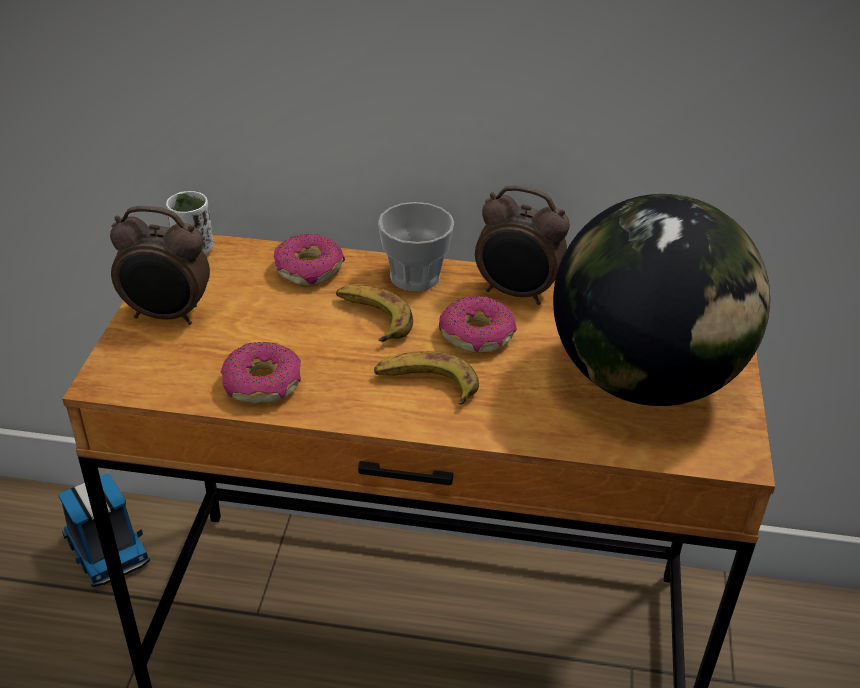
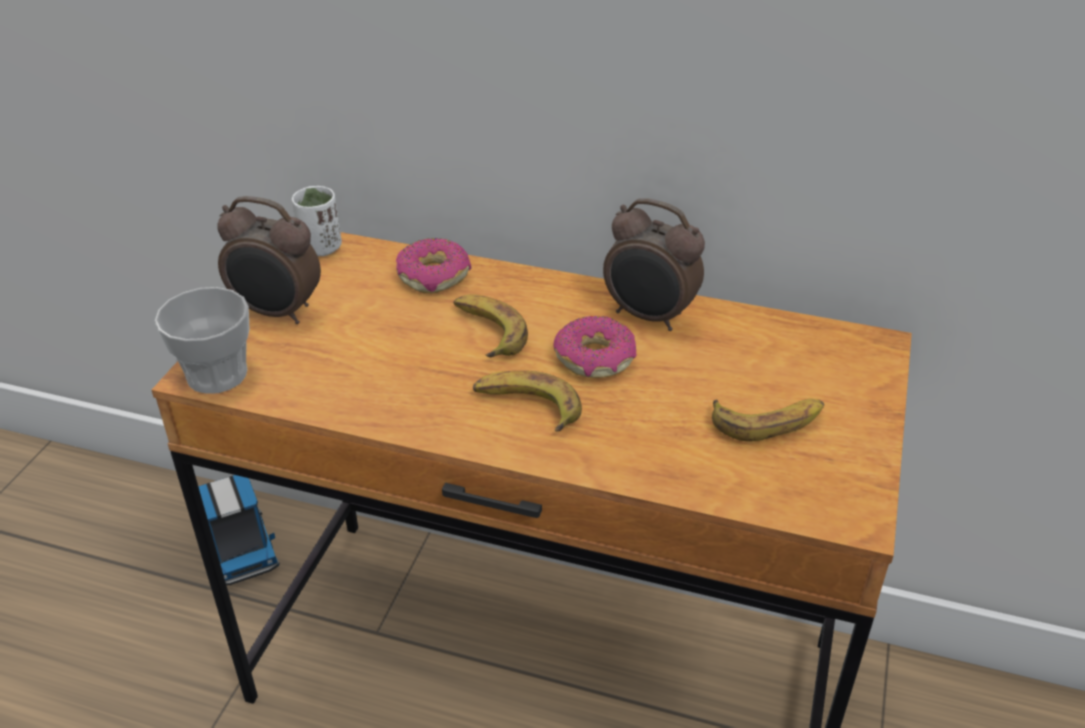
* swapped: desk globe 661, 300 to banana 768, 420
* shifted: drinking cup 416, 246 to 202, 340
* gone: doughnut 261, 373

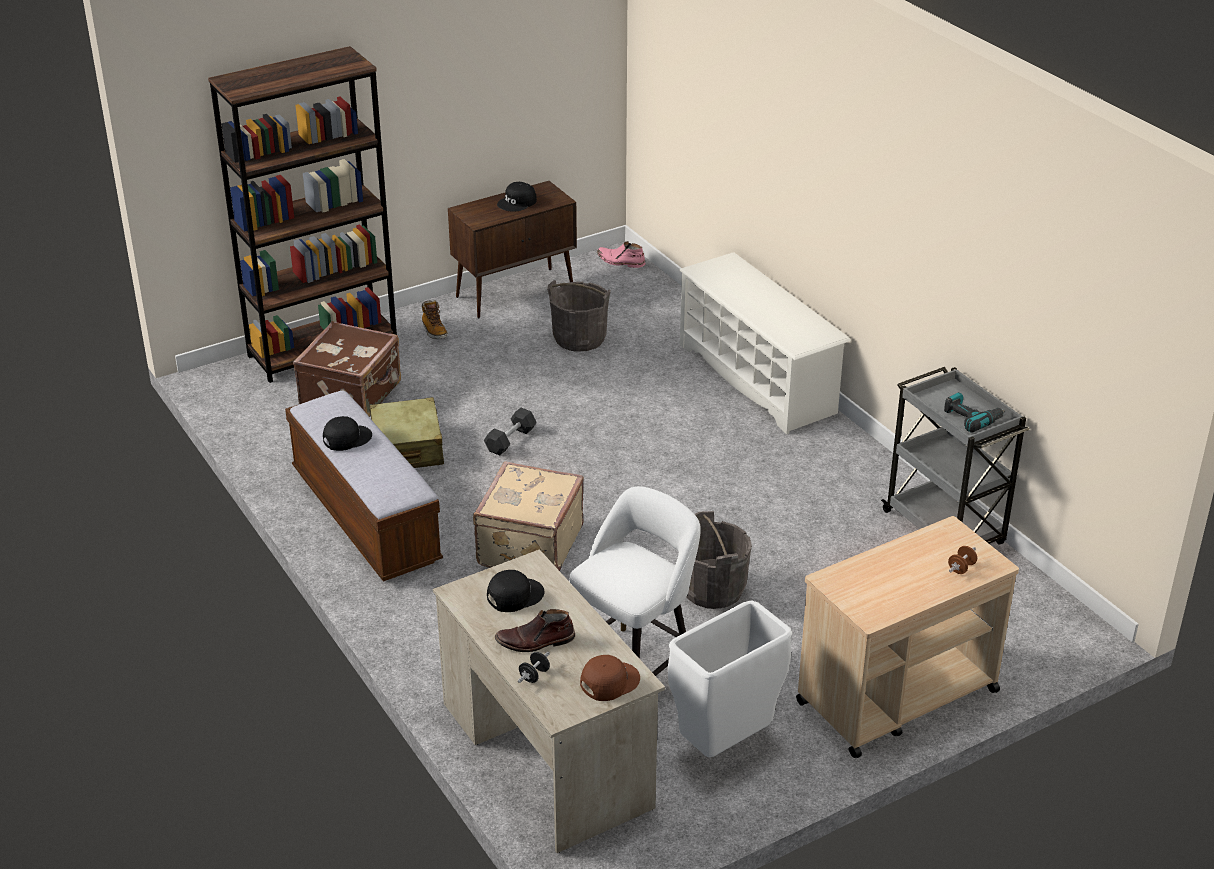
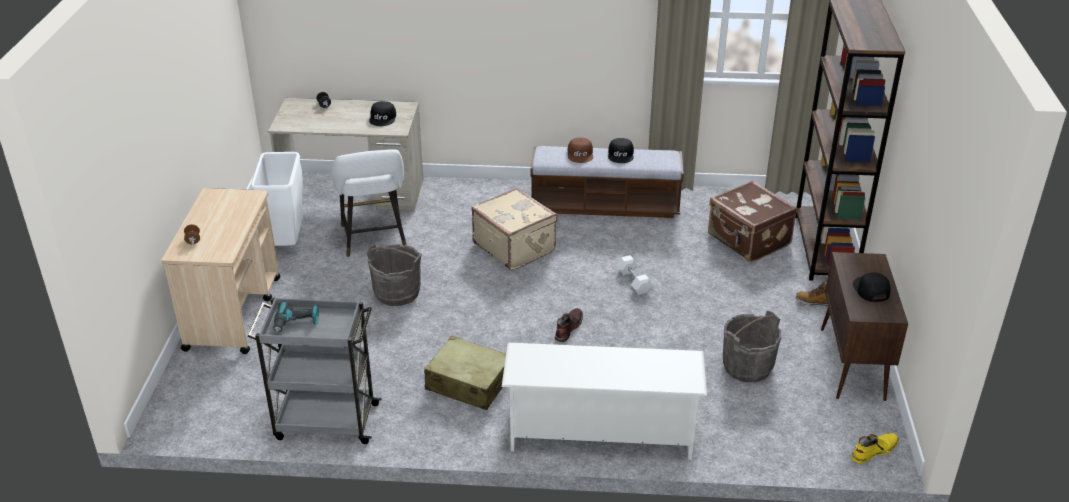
* repainted: high-top boot (pink) 621, 254 to high-top boot (yellowish) 875, 448
* shifted: travel case (beige-coloured) 407, 432 to 465, 373
* repainted: hand weight (black-coloured) 510, 432 to hand weight (white-coloured) 634, 275
* shifted: high-top boot (brown-coloured) 535, 630 to 569, 325
* shifted: baseball cap (brown-coloured) 610, 678 to 580, 150

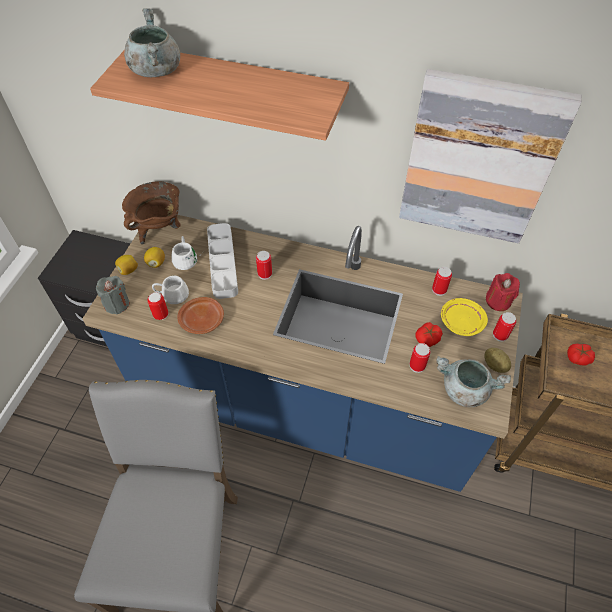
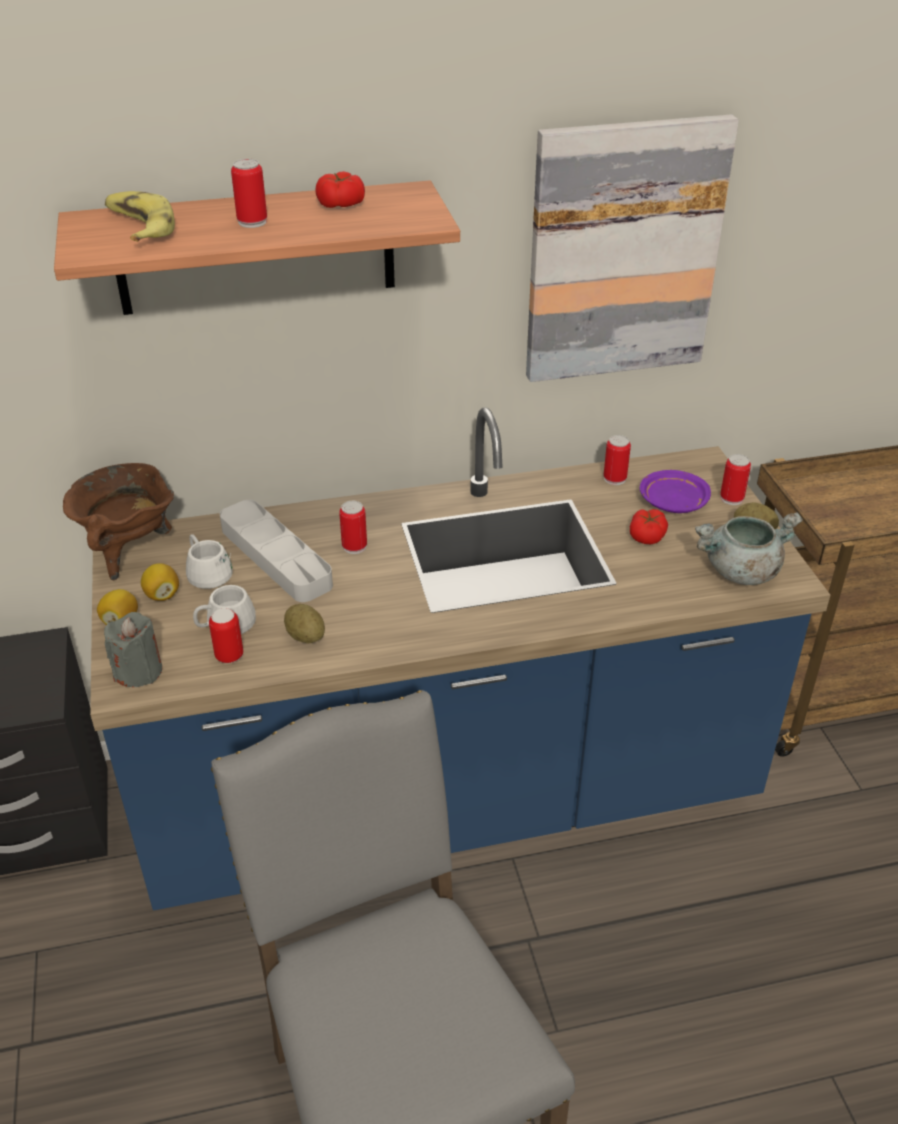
* swapped: saucepot (gray) 152, 43 to banana 140, 216
* gone: candle (red-coloured) 503, 292
* swapped: flat dish (brown-coloured) 200, 315 to spud 304, 623
* repainted: flat dish (yellowish) 464, 317 to flat dish (purple-coloured) 675, 491
* shifted: metal can 419, 358 to 249, 193
* shifted: fresh tomato 581, 354 to 340, 189

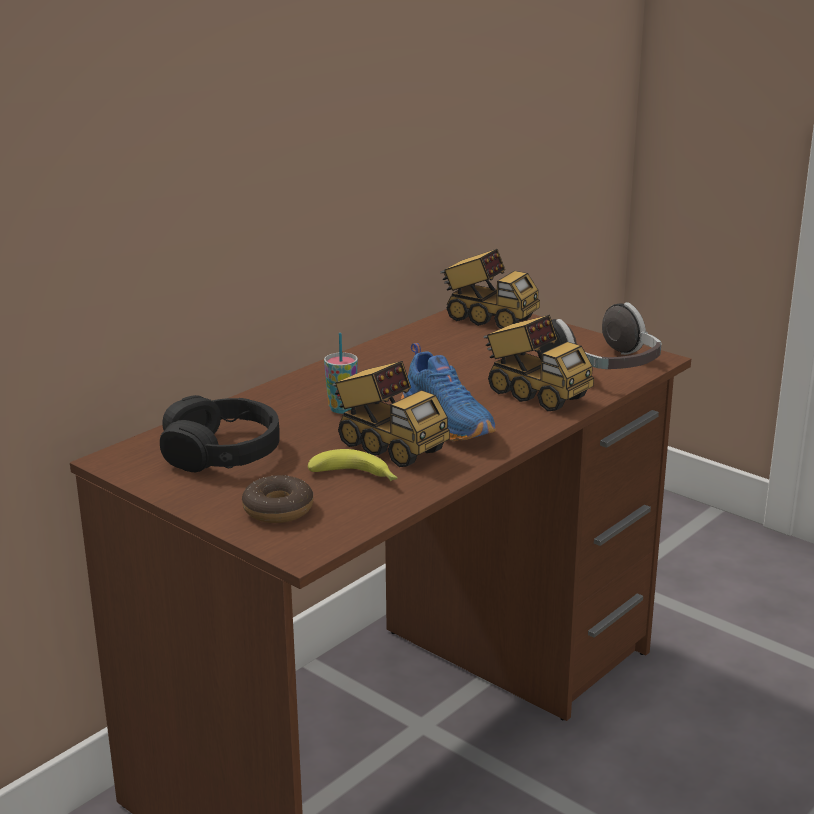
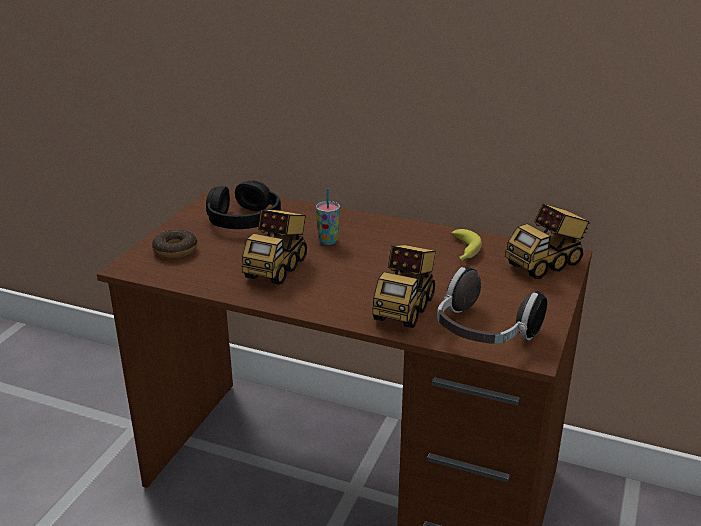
* rotated: toy lorry 490, 289 = 547, 241 45 degrees clockwise
* gone: item of footwear (bluish) 448, 392
* shifted: banana 353, 465 to 466, 244

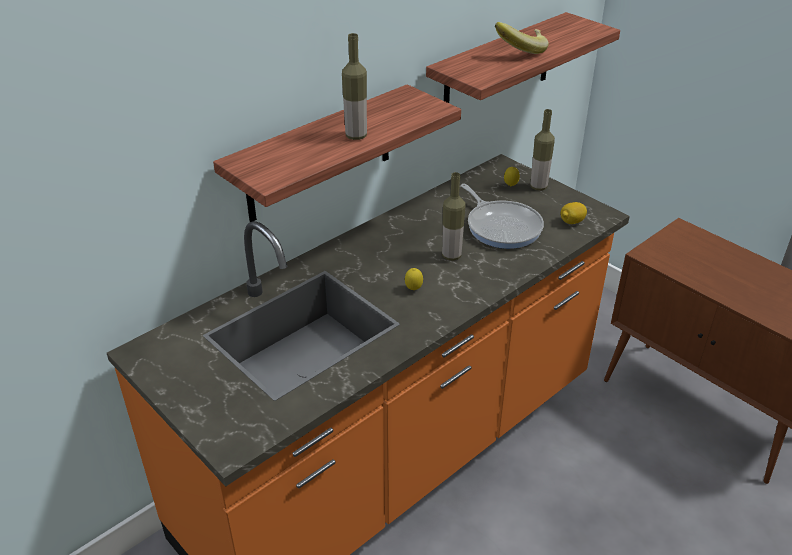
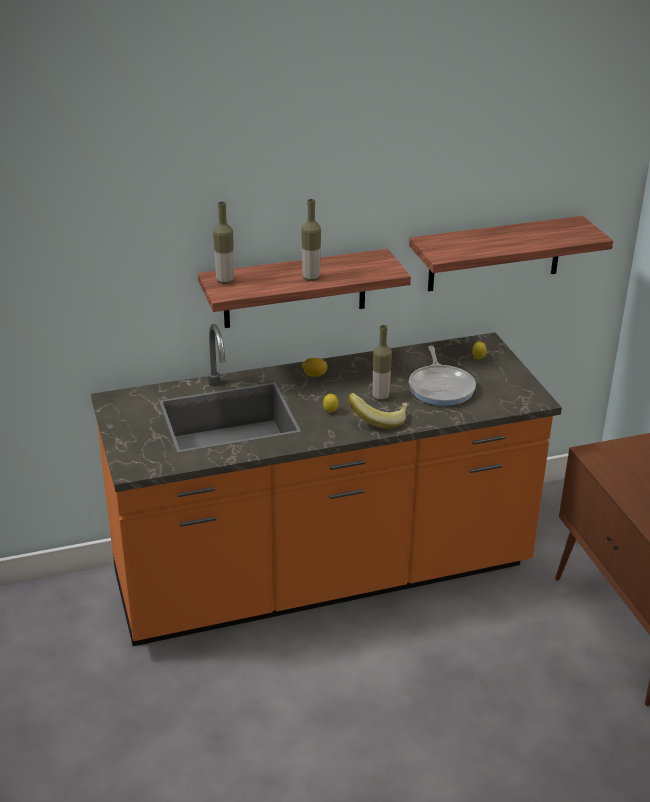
* shifted: banana 522, 38 to 378, 411
* shifted: beverage bottle 542, 150 to 223, 242
* shifted: lemon 574, 213 to 315, 367

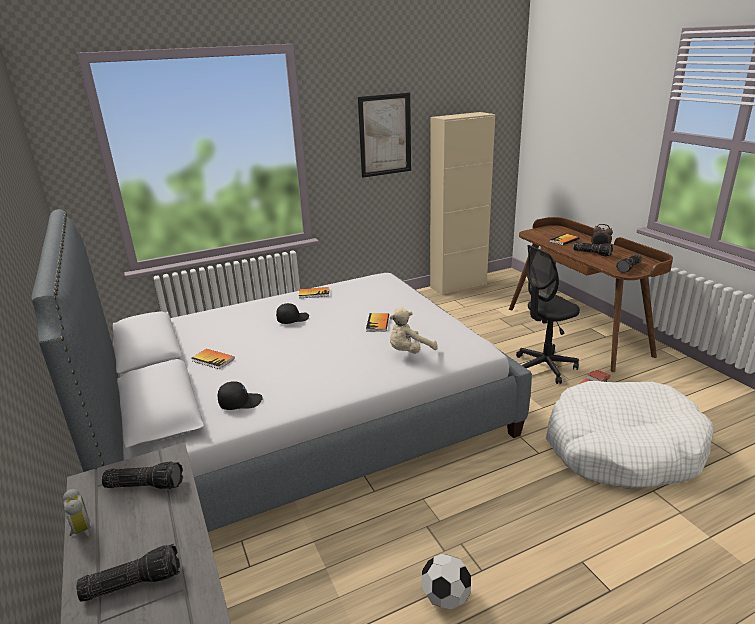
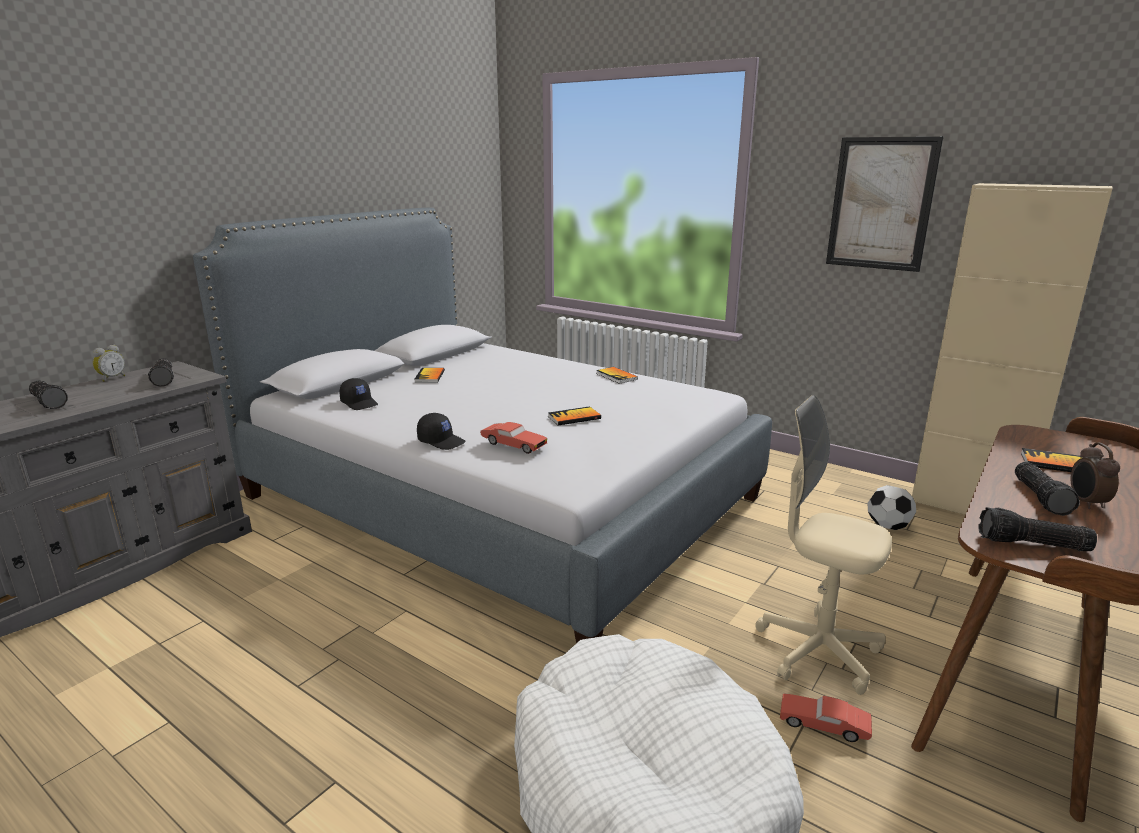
* repainted: office chair (black-coloured) 548, 314 to office chair (beige-coloured) 823, 545
* shifted: baseball cap (black-coloured) 292, 313 to 441, 431
* swapped: plush toy (beige-coloured) 414, 330 to model car (red-coloured) 513, 438
* shifted: football ball 446, 582 to 891, 507

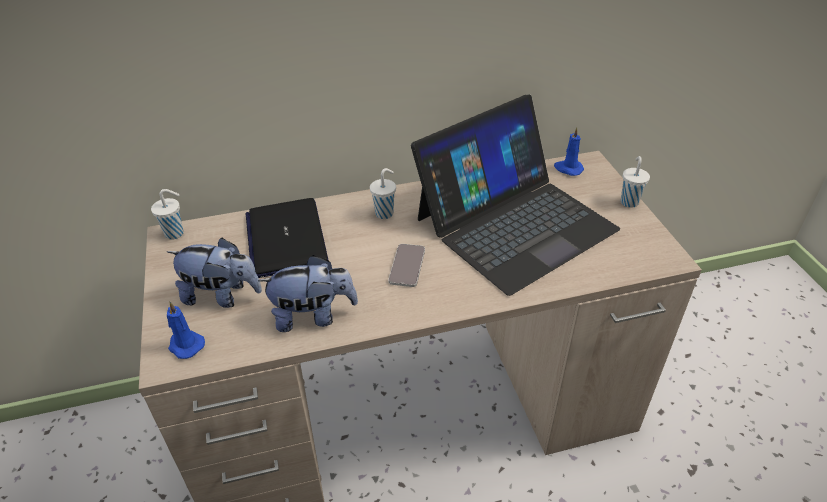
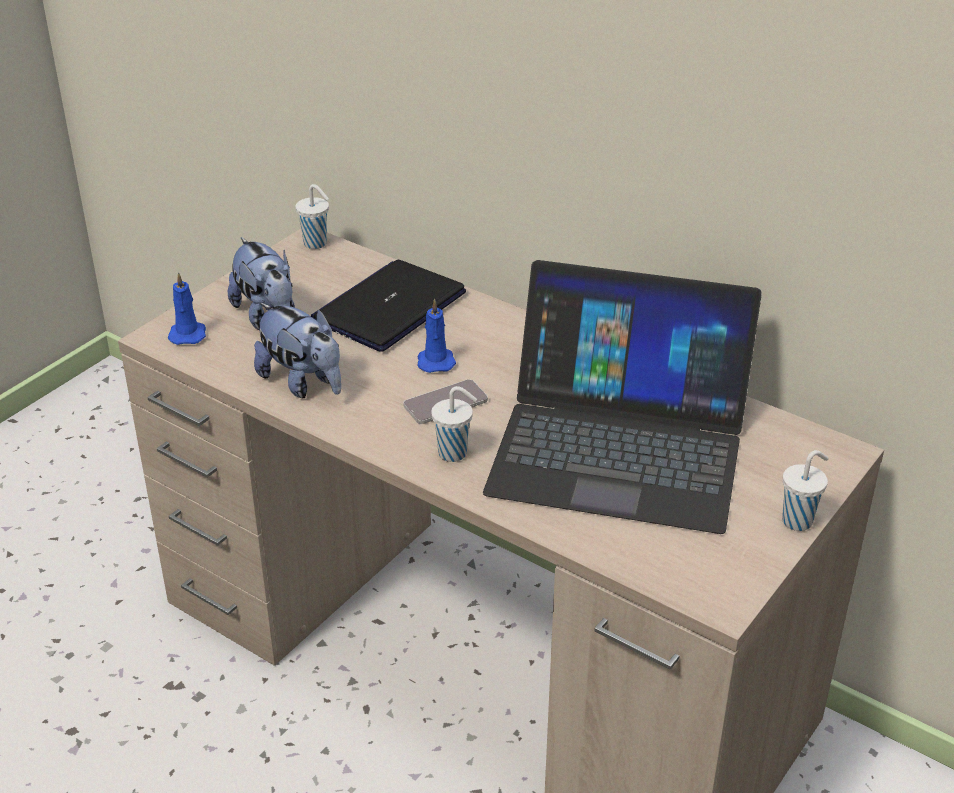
* shifted: candle (bluish) 569, 151 to 437, 335
* shifted: drinking cup (white-coloured) 383, 193 to 454, 424

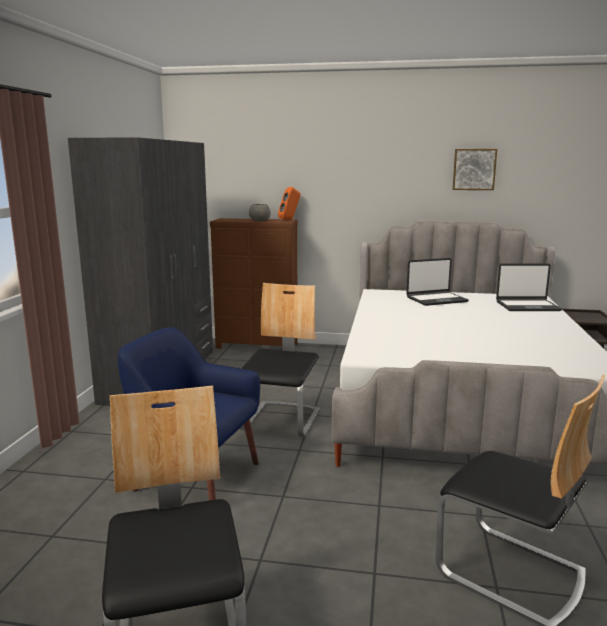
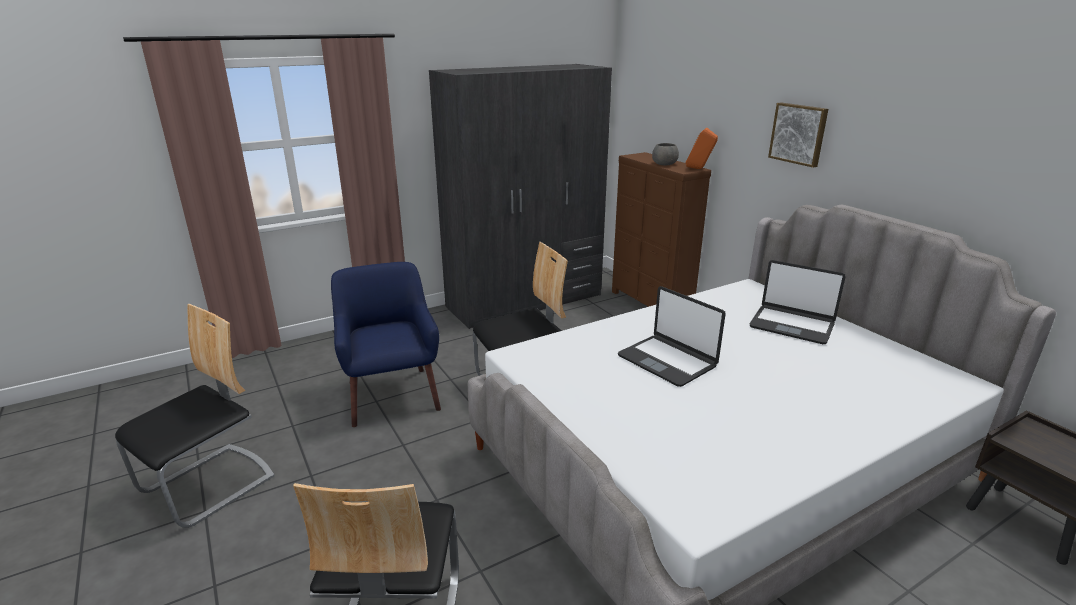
* shifted: wall picture 475, 169 to 798, 135
* shifted: laptop 529, 287 to 672, 336

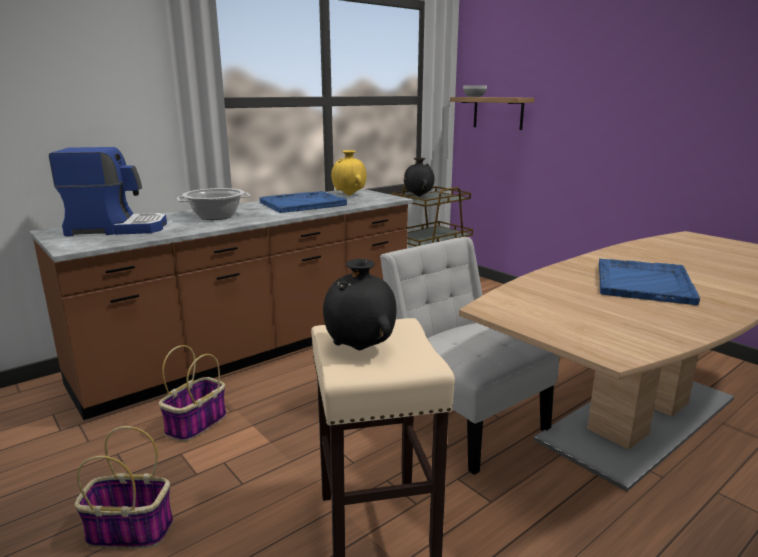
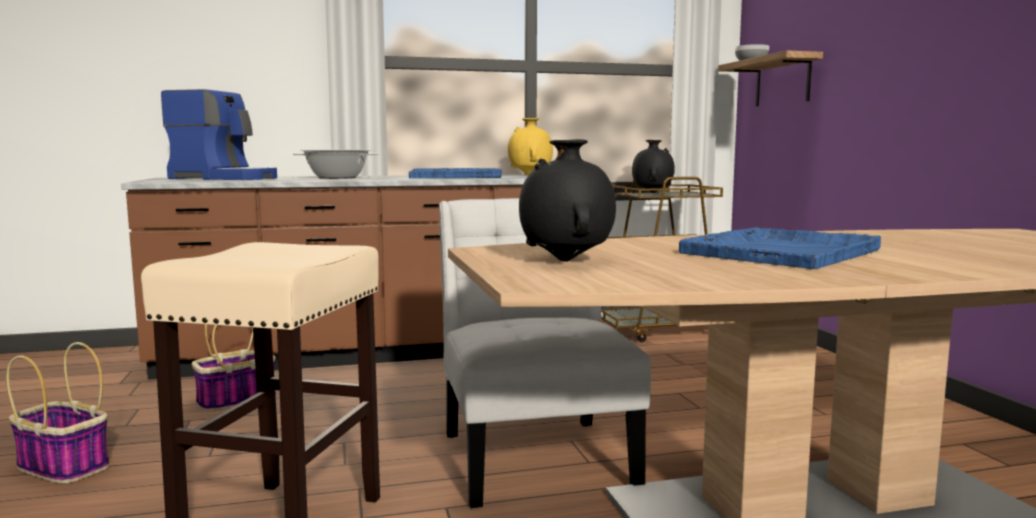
* shifted: flower vase (black-coloured) 360, 304 to 567, 200

